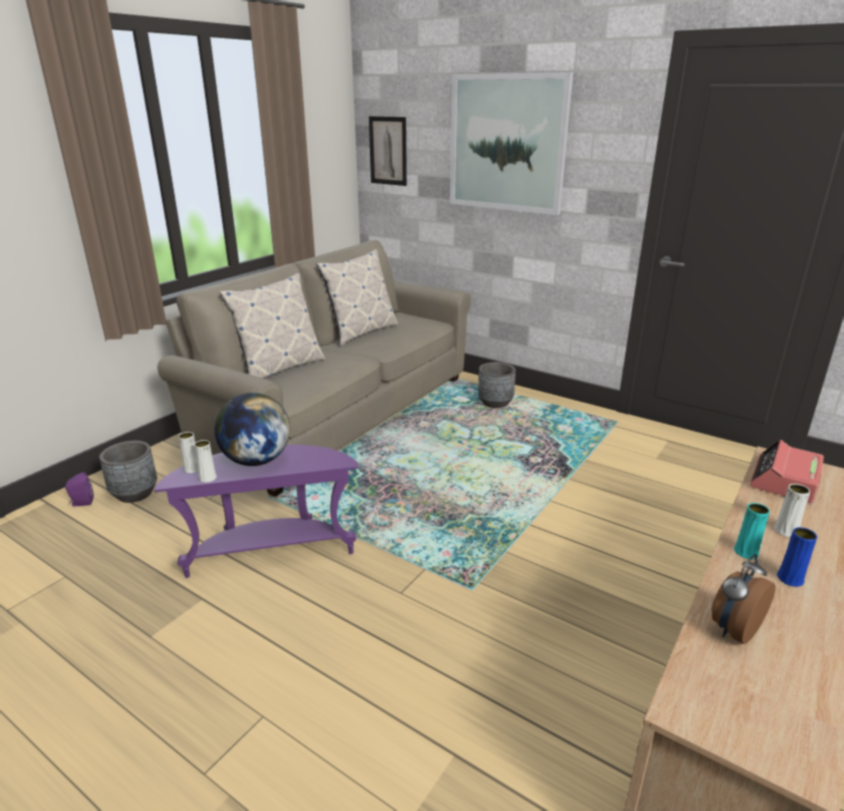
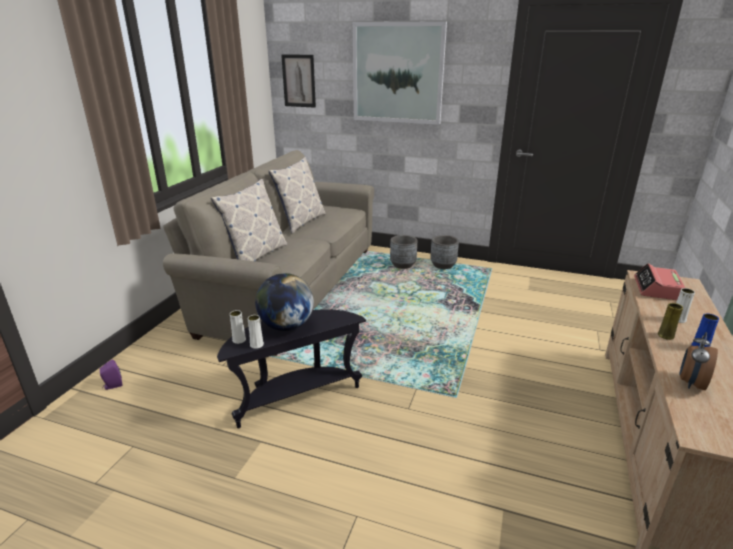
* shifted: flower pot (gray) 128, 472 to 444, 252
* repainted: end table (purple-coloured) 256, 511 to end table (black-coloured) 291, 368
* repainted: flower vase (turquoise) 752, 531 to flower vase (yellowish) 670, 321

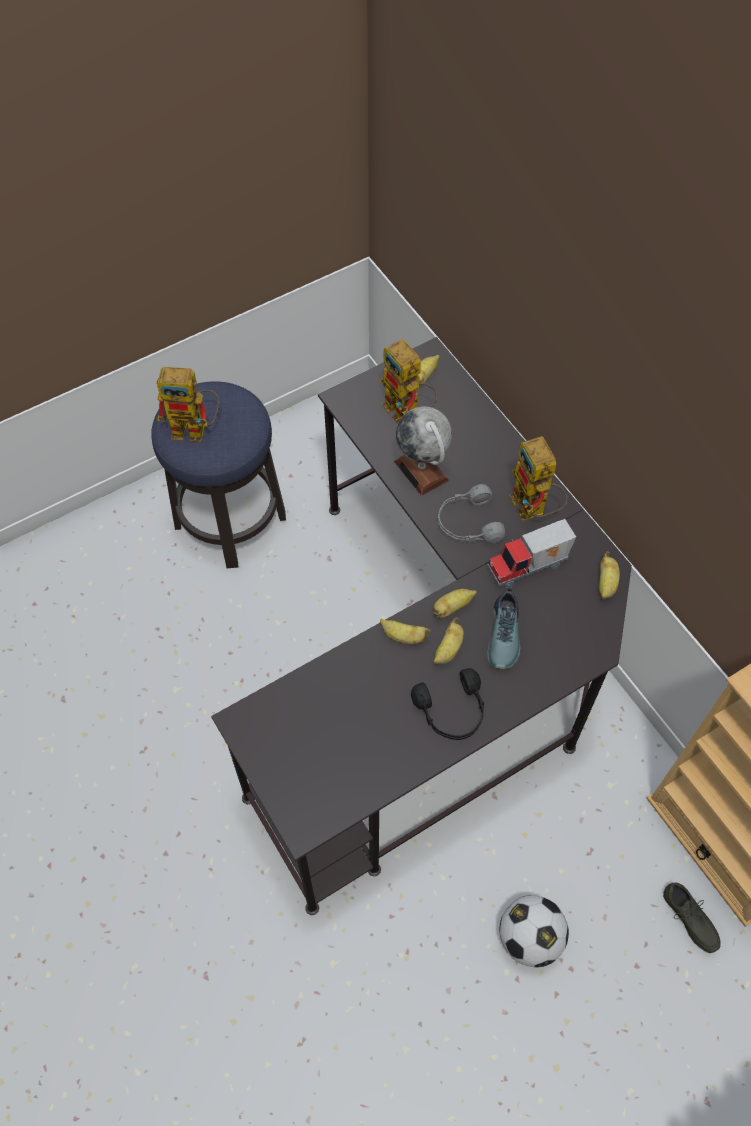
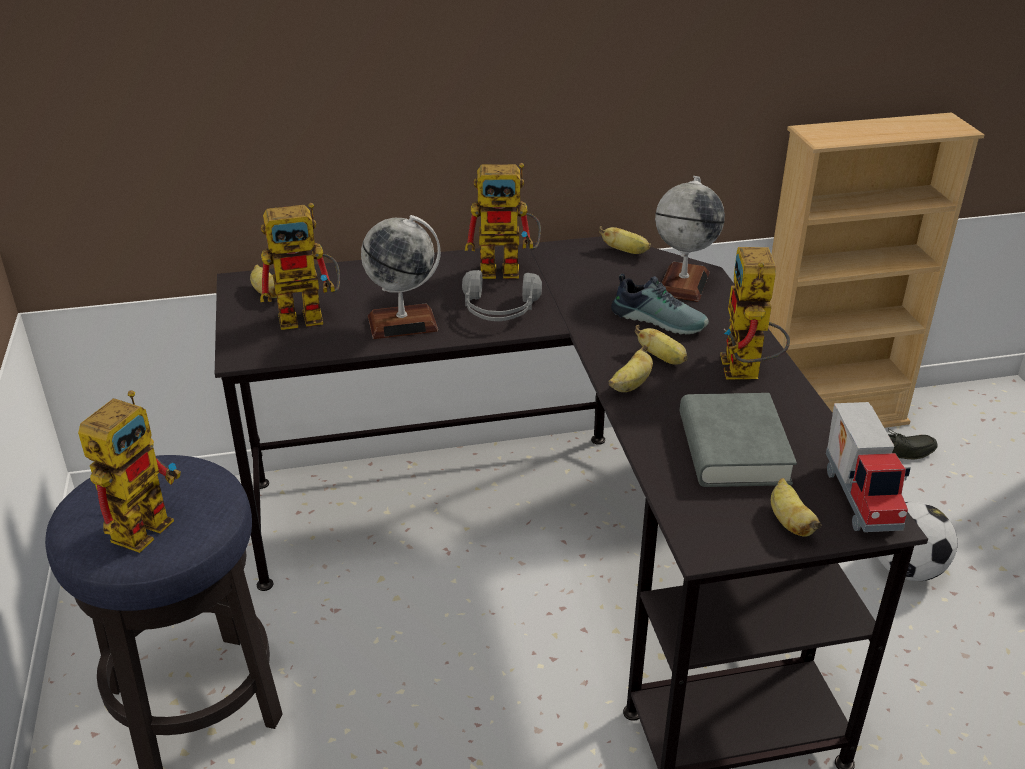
* shifted: toy lorry 531, 553 to 868, 467
* shifted: banana 455, 603 to 796, 507
* swapped: headset (black-coloured) 447, 704 to model robot 755, 313
* new: desk globe 690, 239
* new: volume (gray) 738, 440

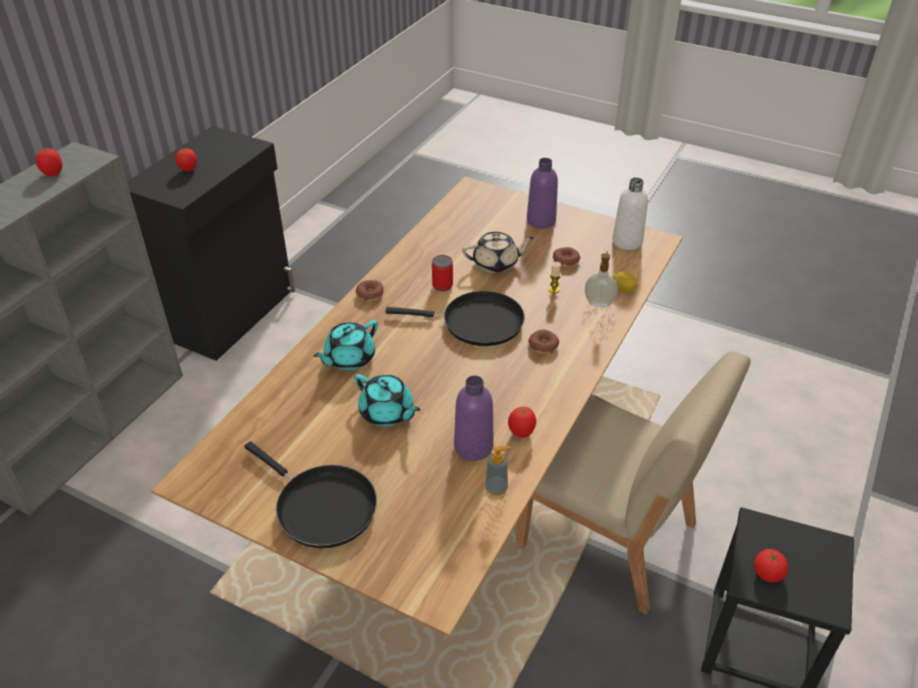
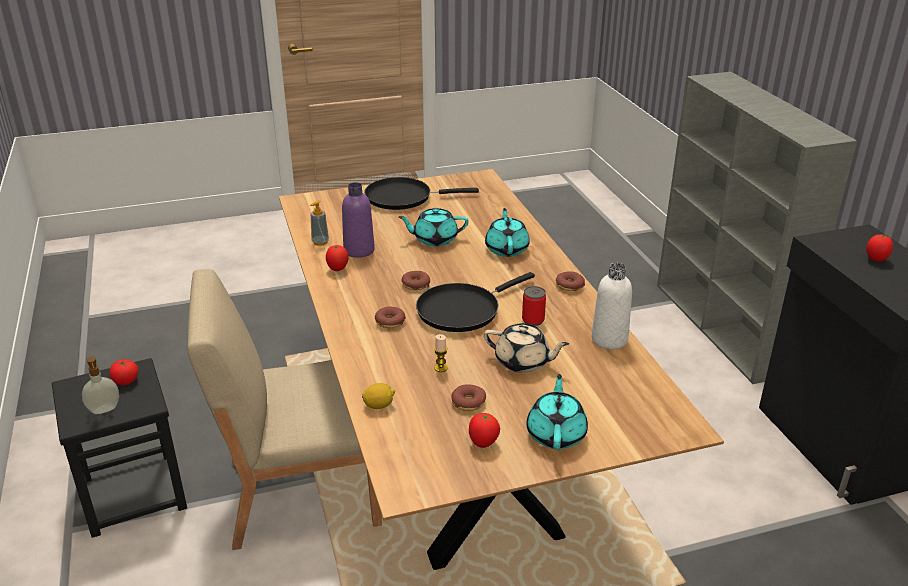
* shifted: fresh tomato 49, 162 to 484, 430
* swapped: beverage bottle (purple-coloured) 542, 193 to pot for tea (turquoise) 557, 412
* shifted: beverage bottle (white-coloured) 630, 213 to 611, 306
* rotated: pot for tea (beige-coloured) 498, 252 = 526, 348 105 degrees counterclockwise
* shifted: liquid soap bottle 601, 279 to 100, 385
* new: doughnut 415, 280

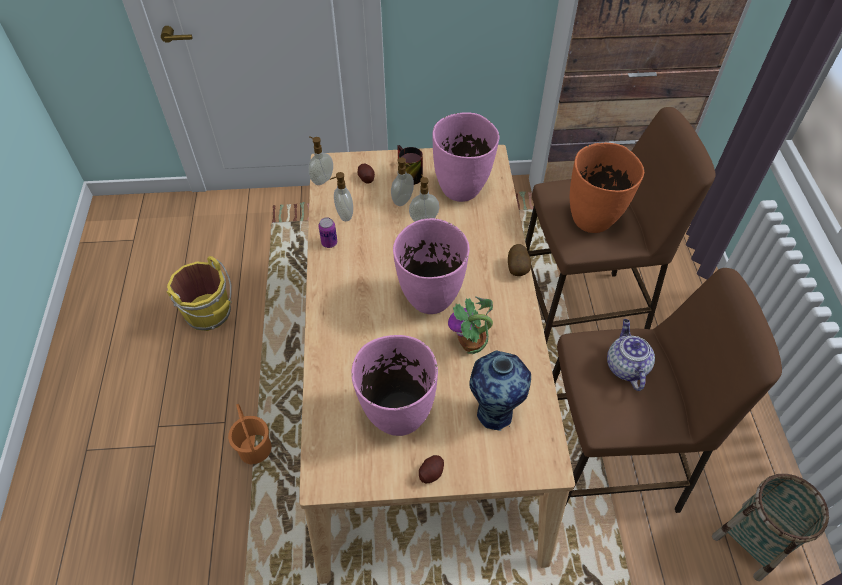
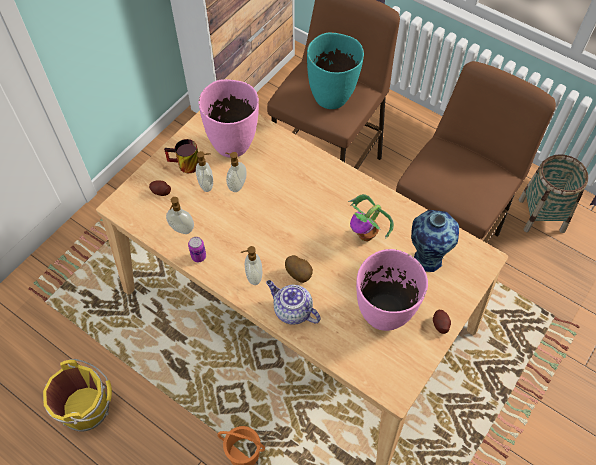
* shifted: liquid soap bottle 320, 161 to 251, 265
* repainted: flower vase (orange-coloured) 607, 188 to flower vase (turquoise) 335, 70
* gone: flower vase (pink) 431, 266
* shifted: spud 519, 260 to 299, 269
* shifted: pot for tea 631, 355 to 293, 302

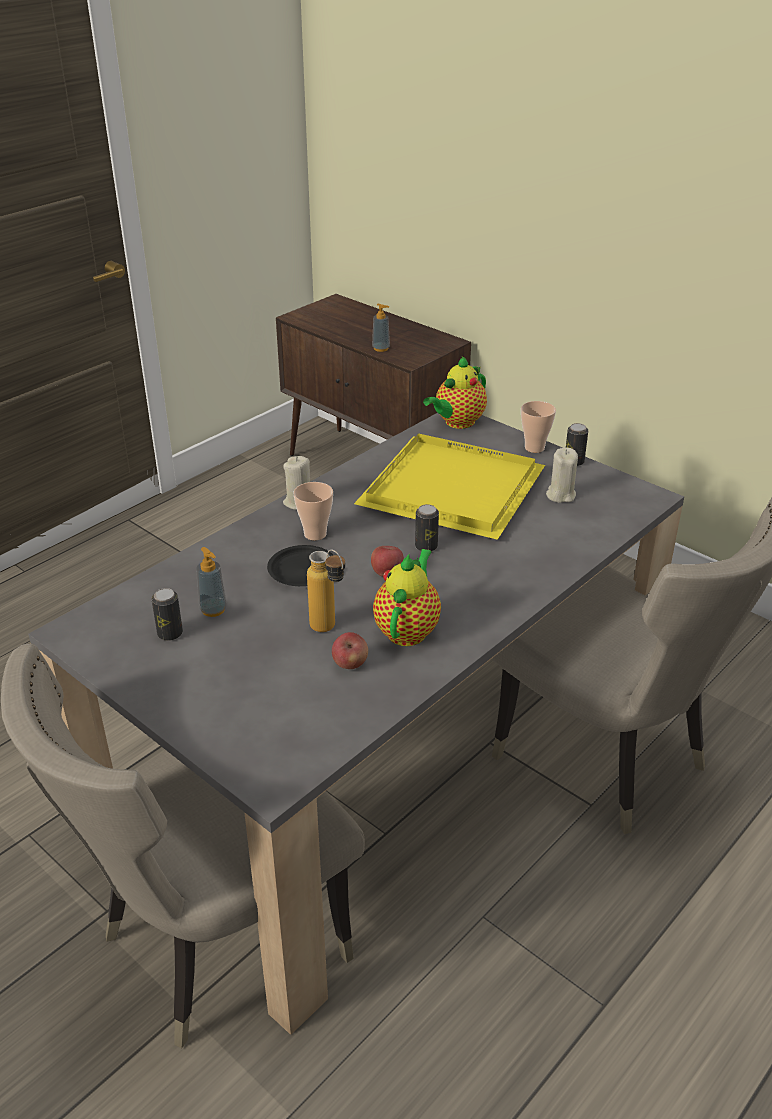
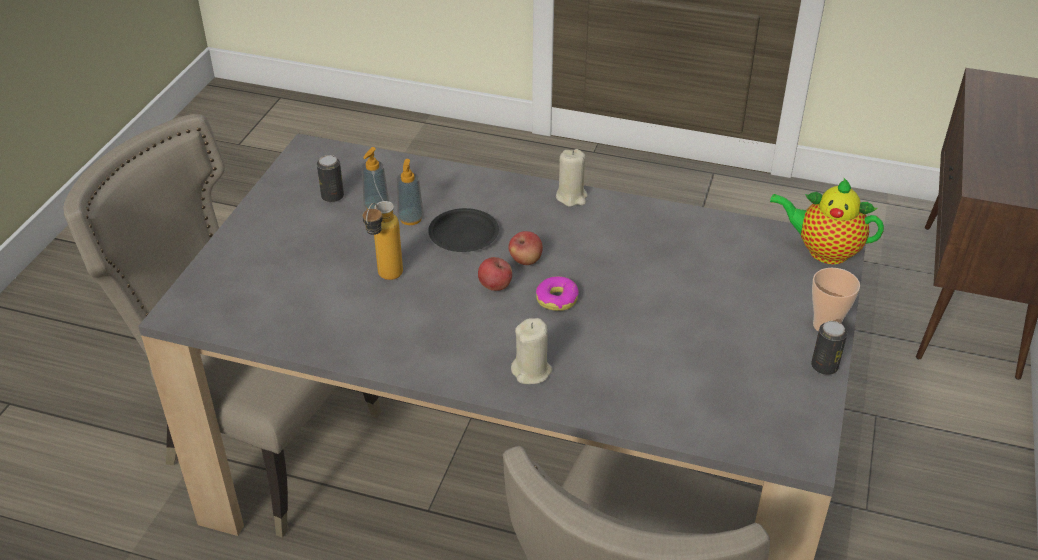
* shifted: liquid soap bottle 381, 328 to 410, 192
* gone: tray (yellowish) 449, 486
* shifted: candle (beige-coloured) 562, 475 to 531, 351
* gone: drinking cup 313, 511
* swapped: metal can 427, 527 to doughnut 557, 293
* gone: pot for tea 407, 597
* shifted: apple 350, 650 to 526, 248

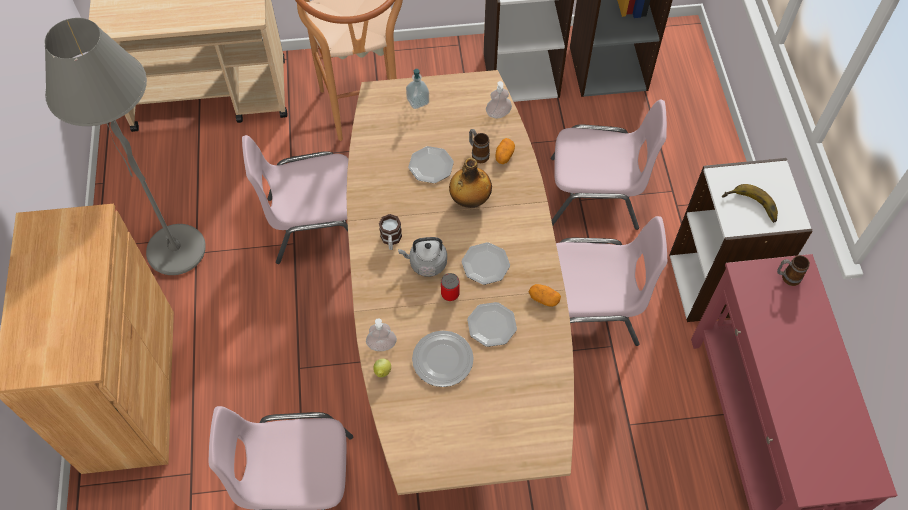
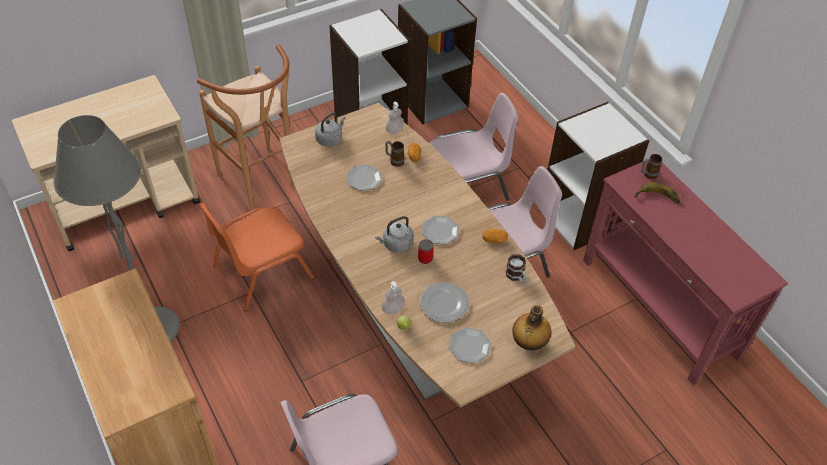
* swapped: liquid soap bottle 417, 89 to kettle (gray) 330, 129
* repainted: plain chair (pink) 295, 199 to plain chair (orange-coloured) 257, 257
* shifted: beverage bottle 470, 183 to 531, 327
* shifted: banana 750, 203 to 657, 193
* shifted: mug 390, 232 to 516, 268
* shifted: flat dish 492, 324 to 470, 345

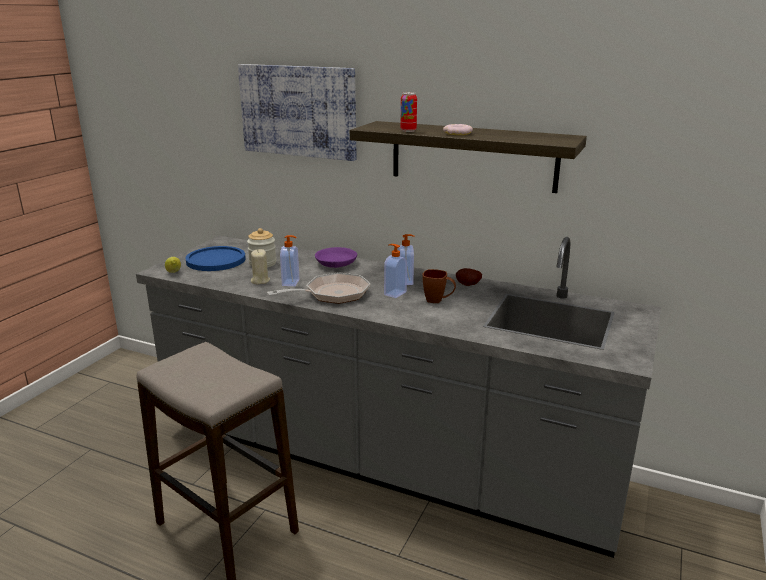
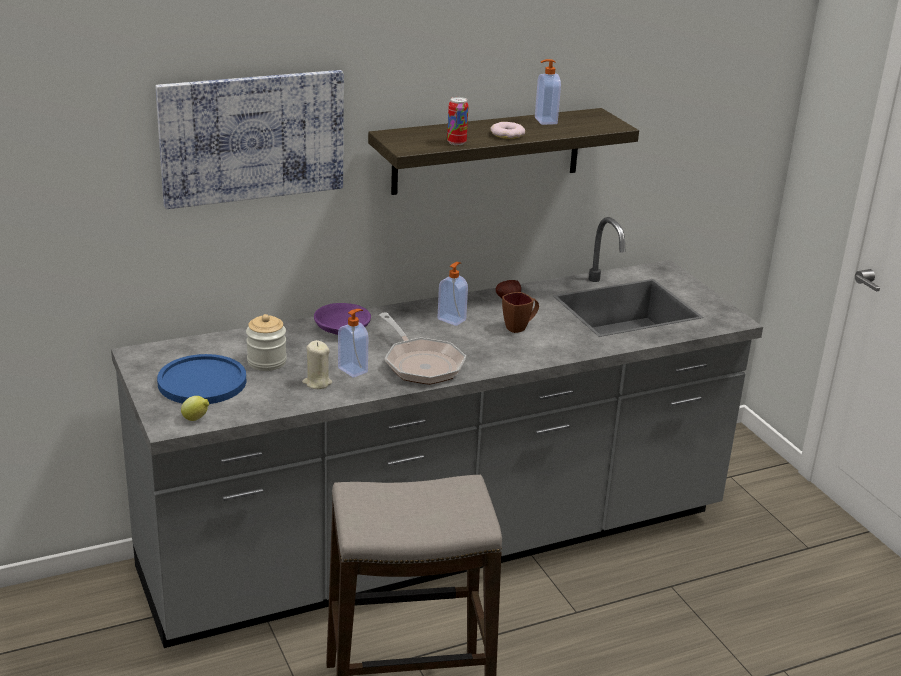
* shifted: liquid soap bottle 395, 271 to 548, 92
* rotated: skillet 319, 288 = 422, 349 135 degrees clockwise

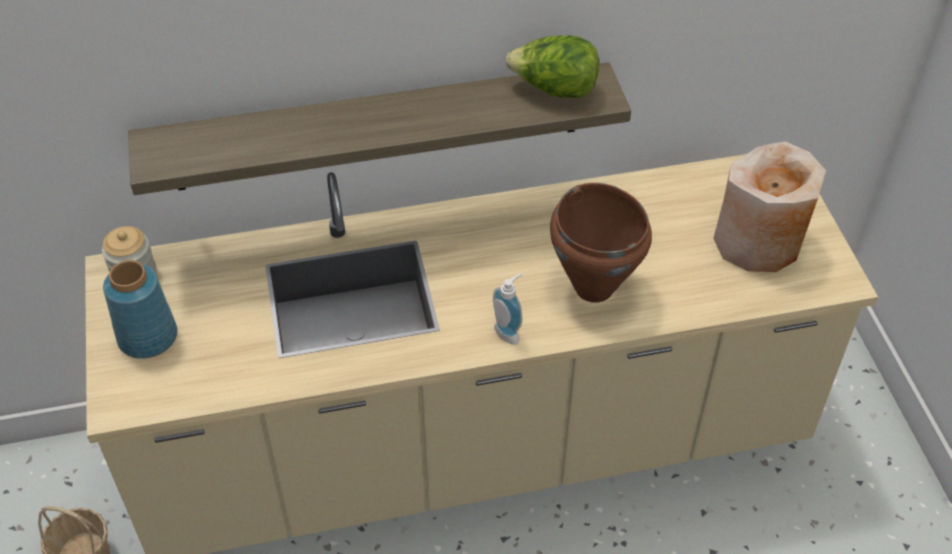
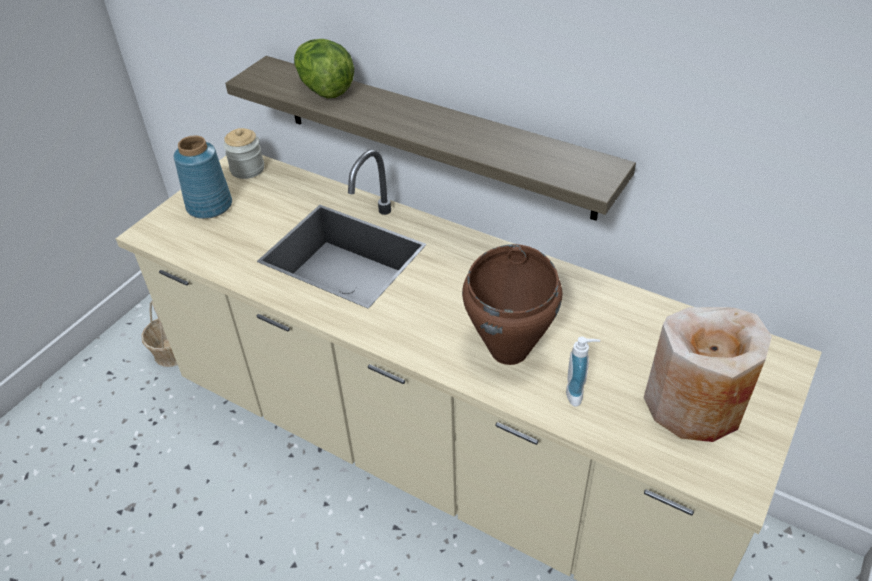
* shifted: head of lettuce 552, 66 to 324, 69
* shifted: liquid soap bottle 508, 309 to 583, 372

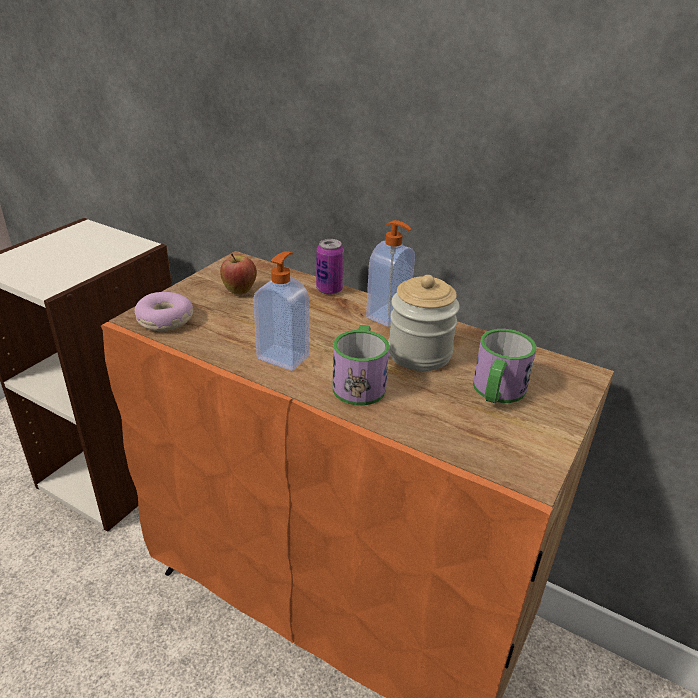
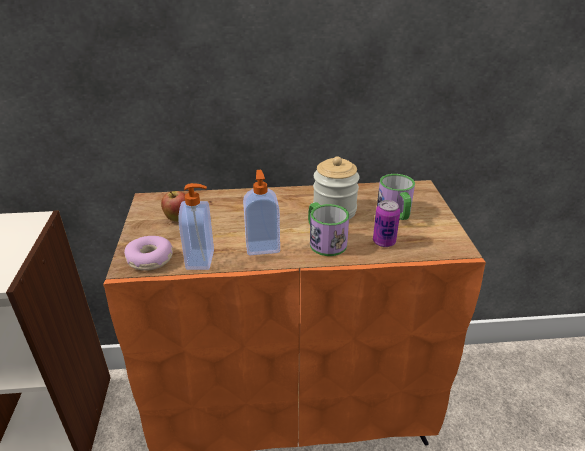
* shifted: liquid soap bottle 390, 273 to 196, 226
* shifted: metal can 330, 267 to 386, 223

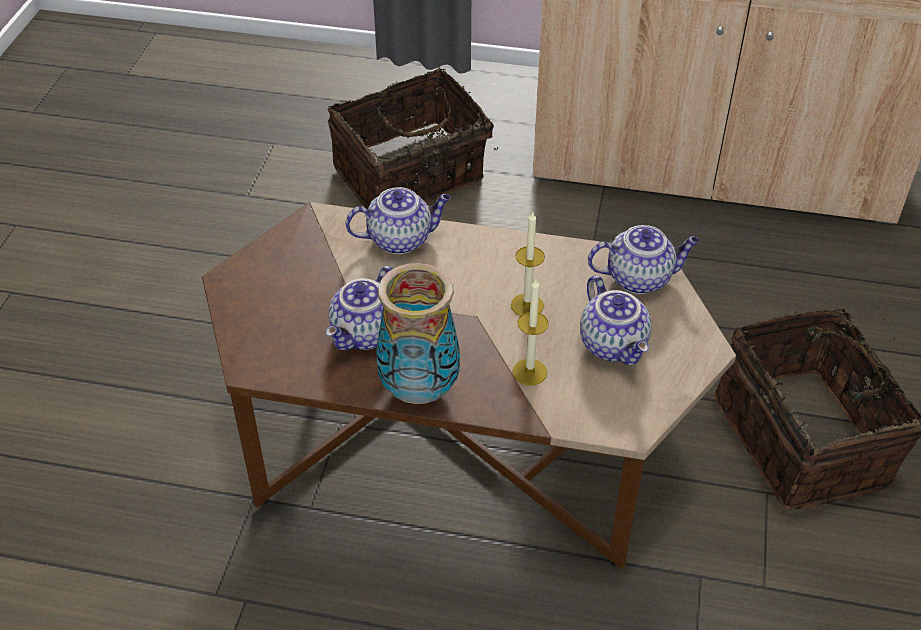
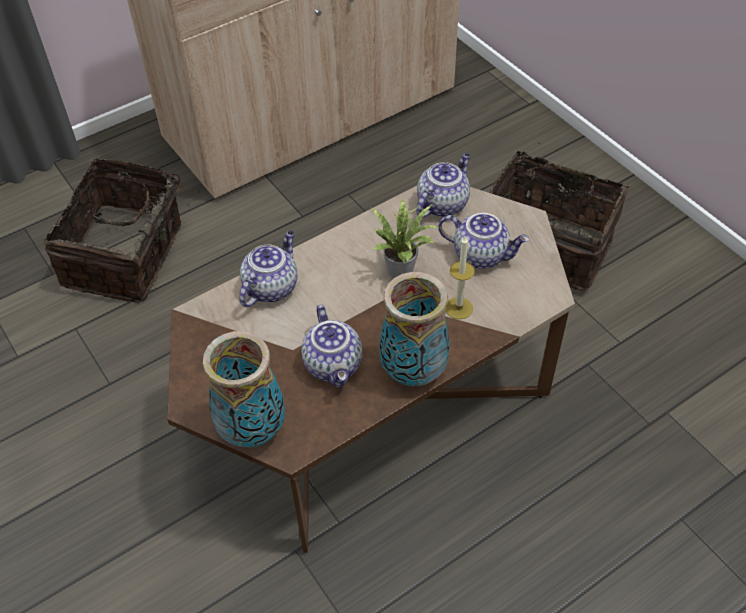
* swapped: candle 528, 264 to houseplant 405, 238
* new: flower vase 243, 389

